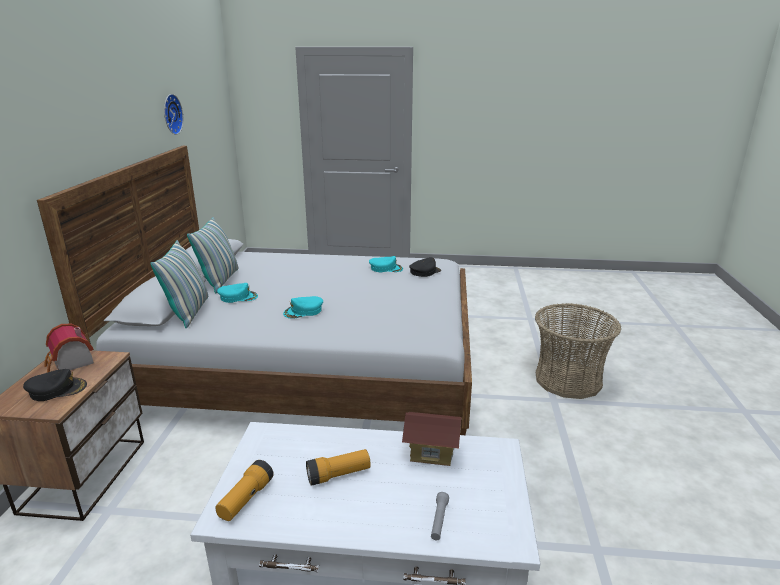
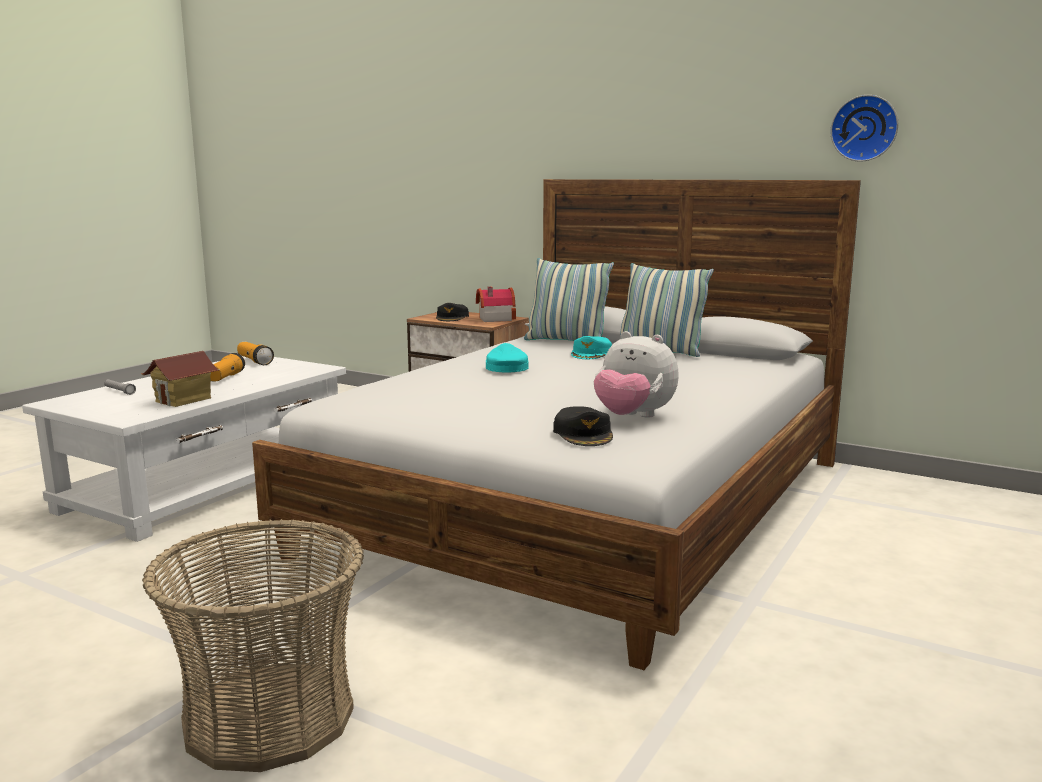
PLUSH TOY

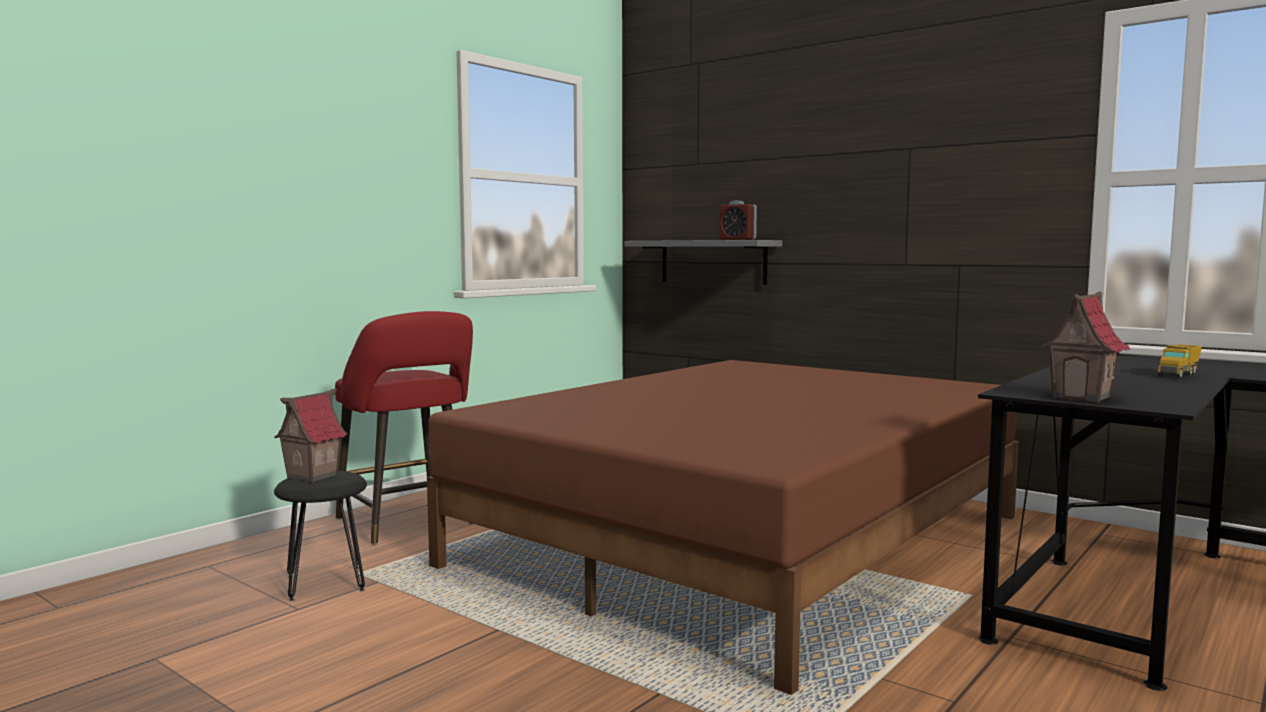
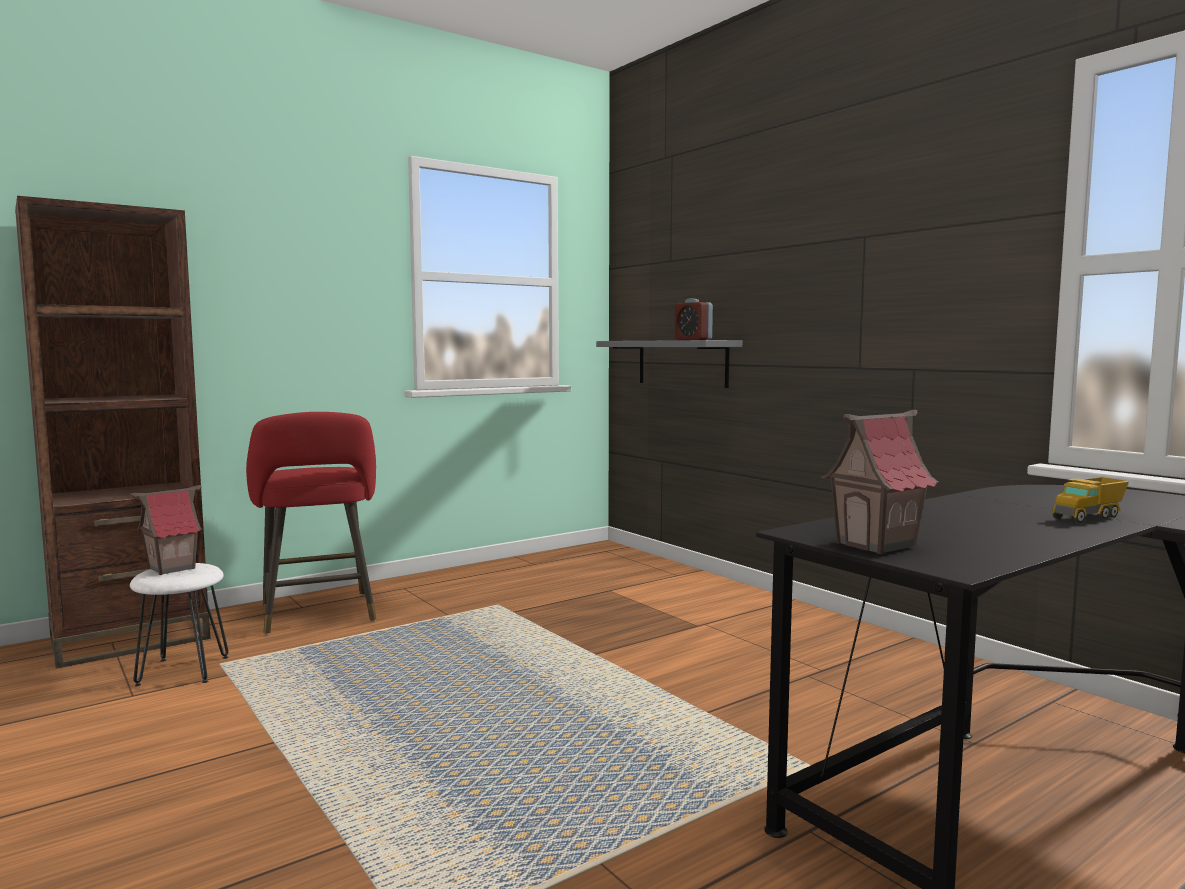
BROWN BED
BROWN BOOKCASE
WHITE STOOL

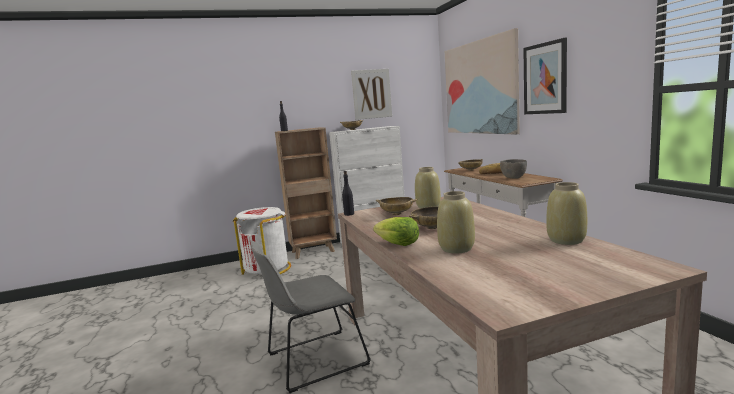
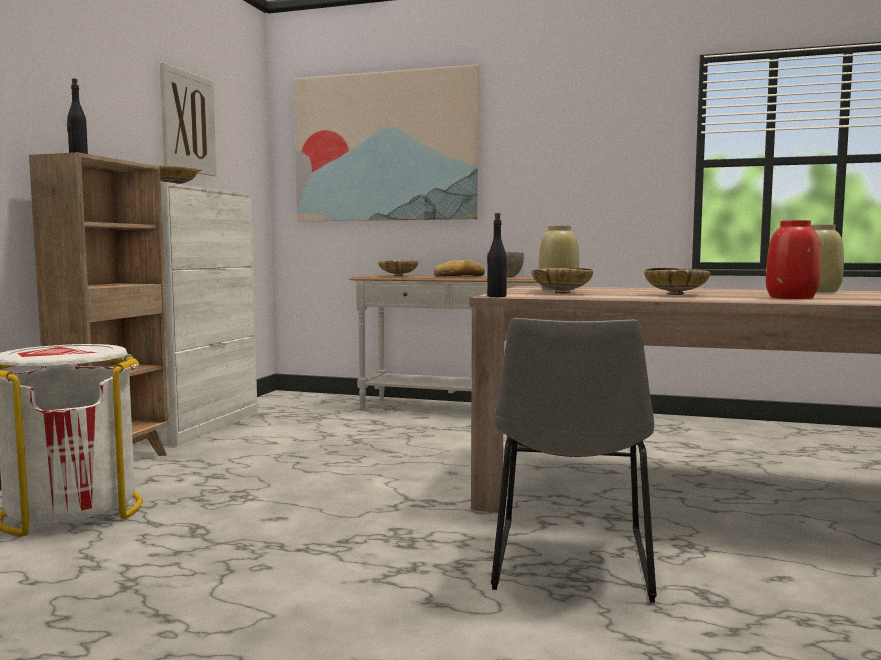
LETTUCE
PICTURE (no. 3 from left in the first image)
RED VASE

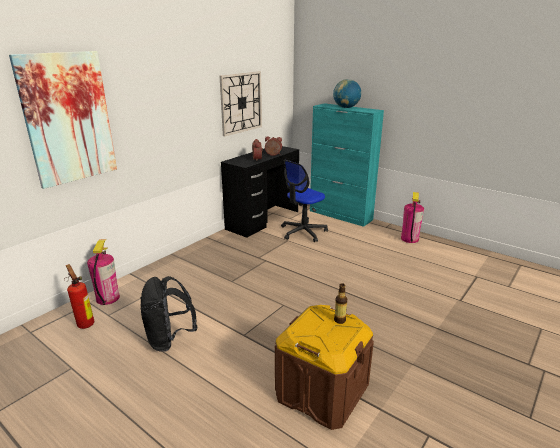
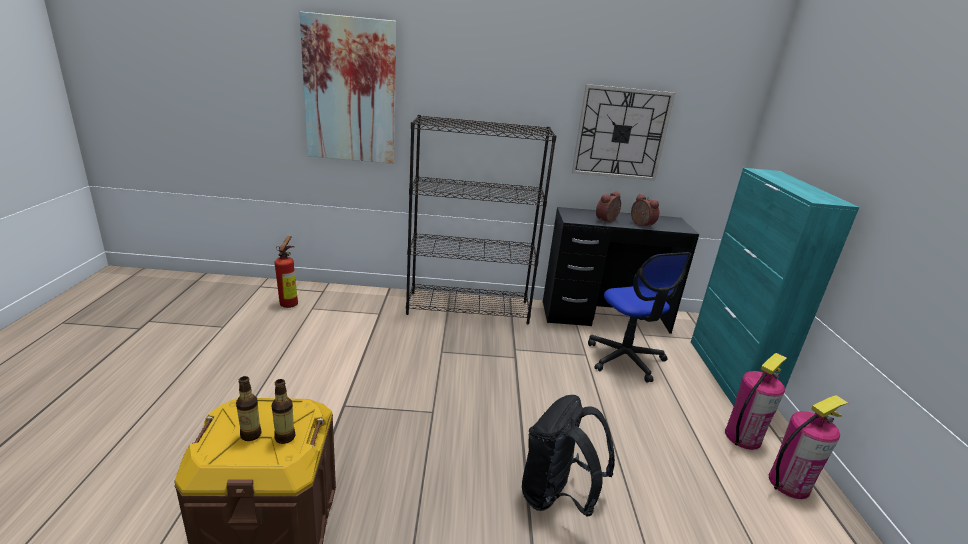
GLOBE
BOTTLE (no. 1 from left)
BLACK BOOKCASE
FIRE EXTINGUISHER (no. 2 from left)
BLACK BACKPACK
OFFICE CHAIR

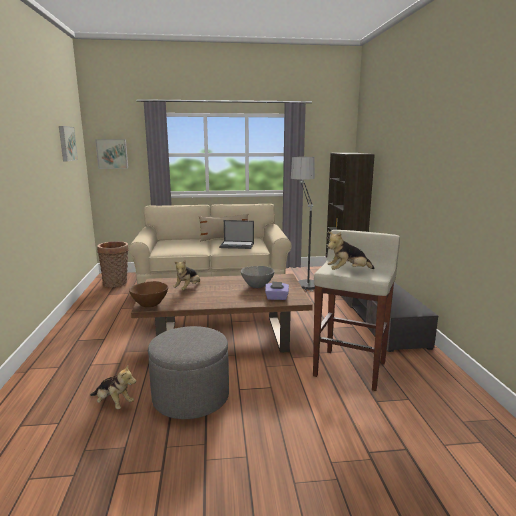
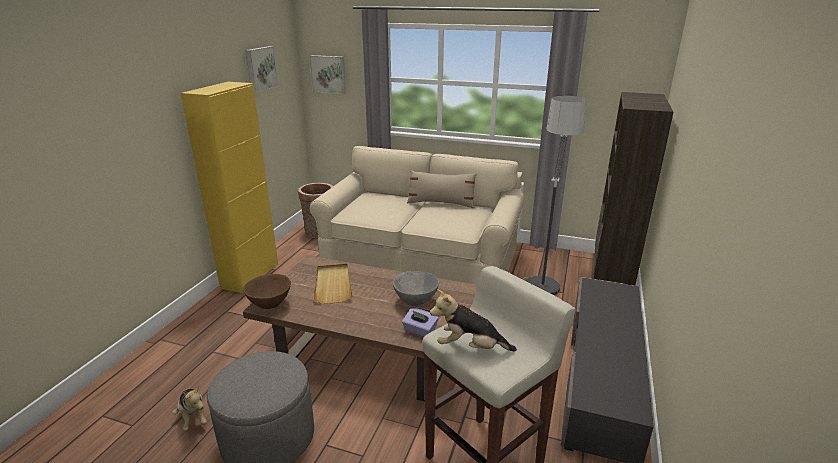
LAPTOP
YELLOW CABINET
BEIGE TRAY

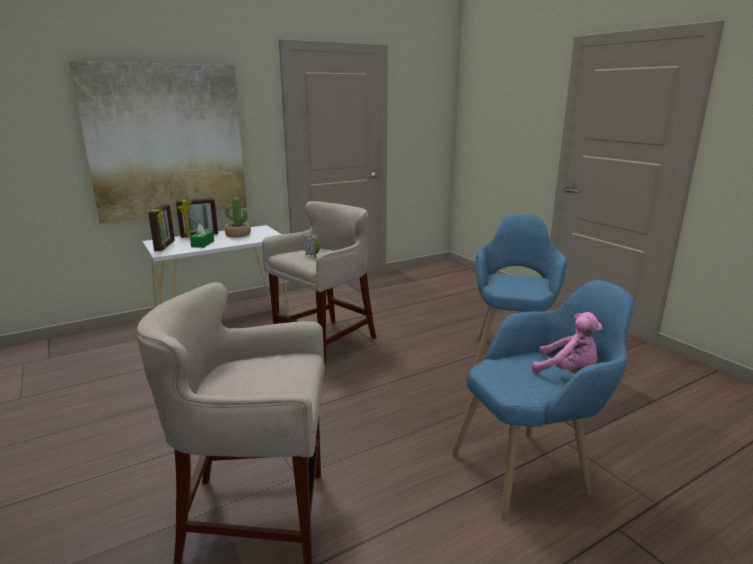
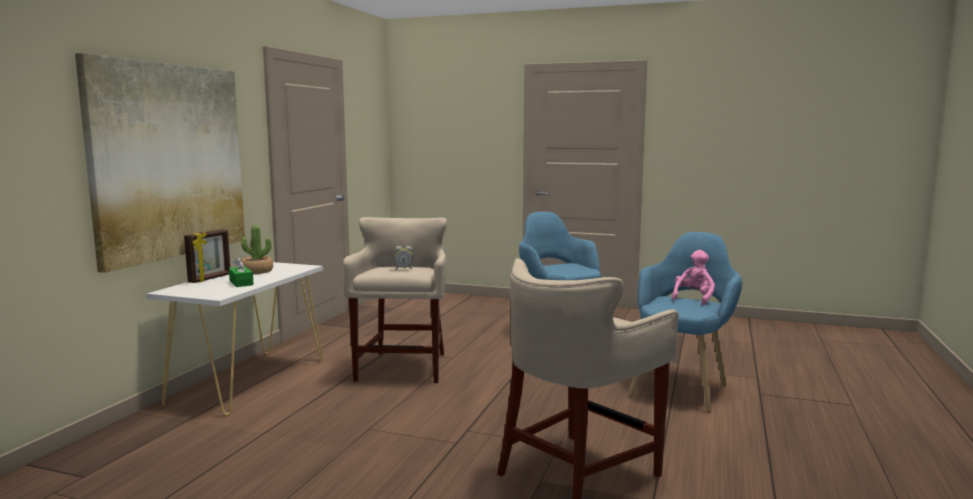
PICTURE FRAME (no. 1 from left in the first image)
PINK PLUSH TOY

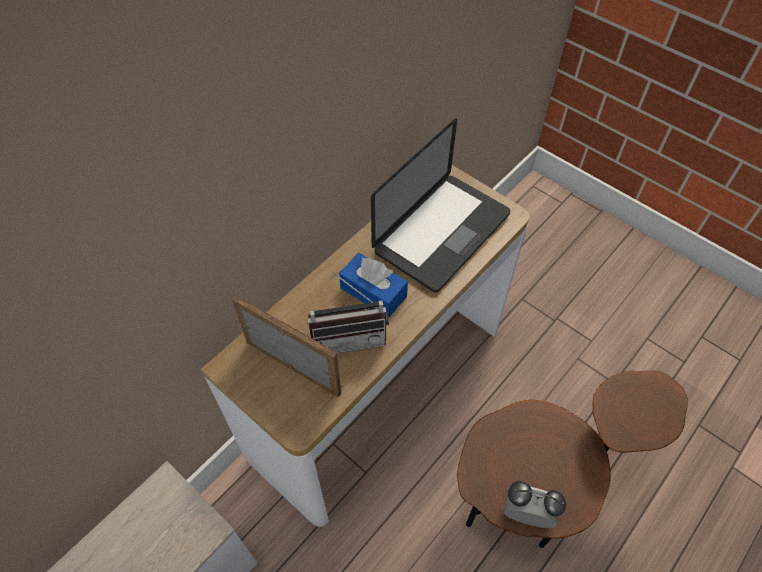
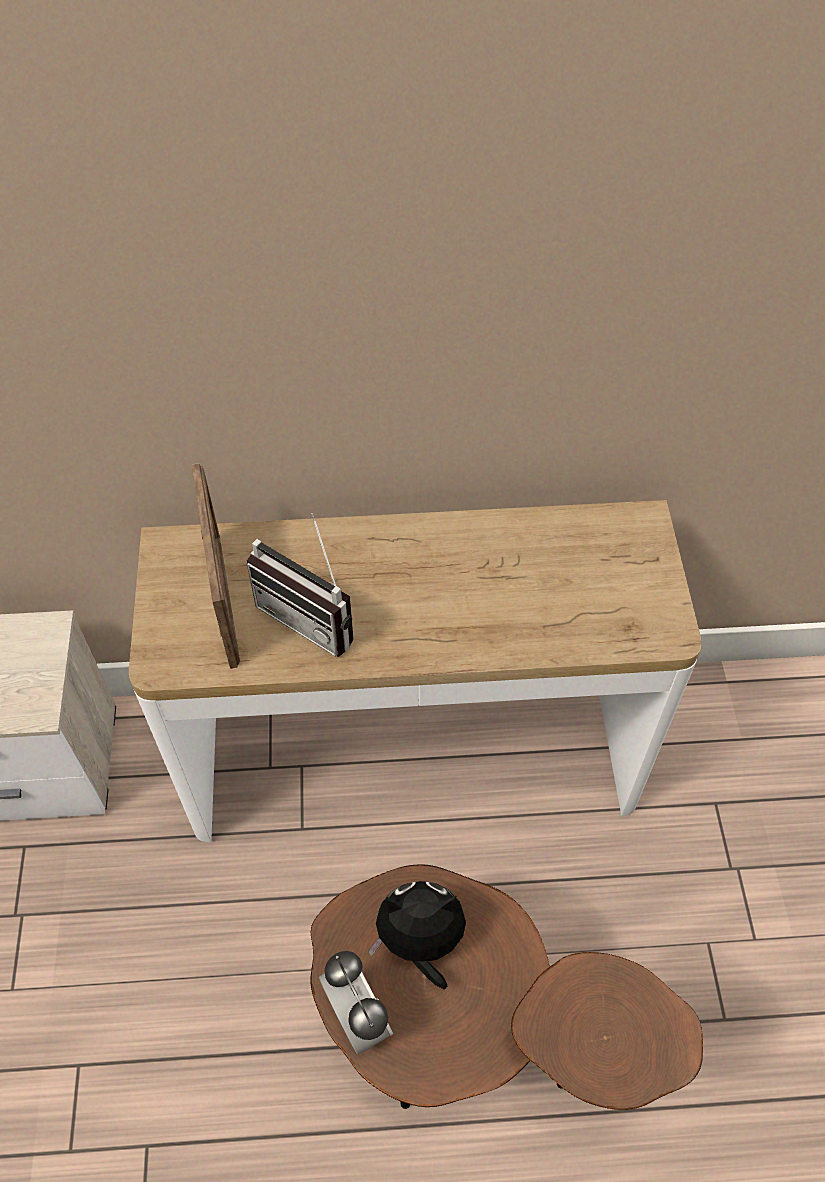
BLUE TISSUE BOX
LAPTOP
PLUSH TOY

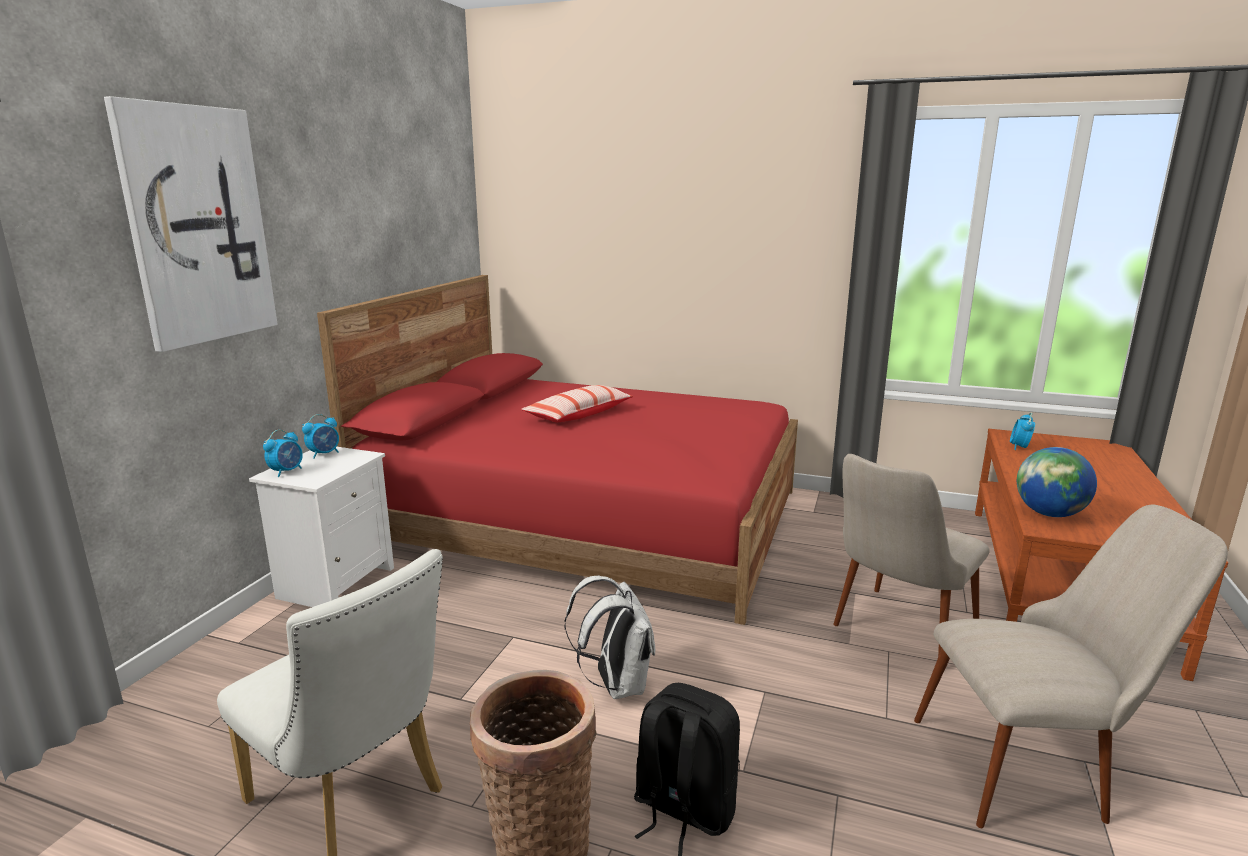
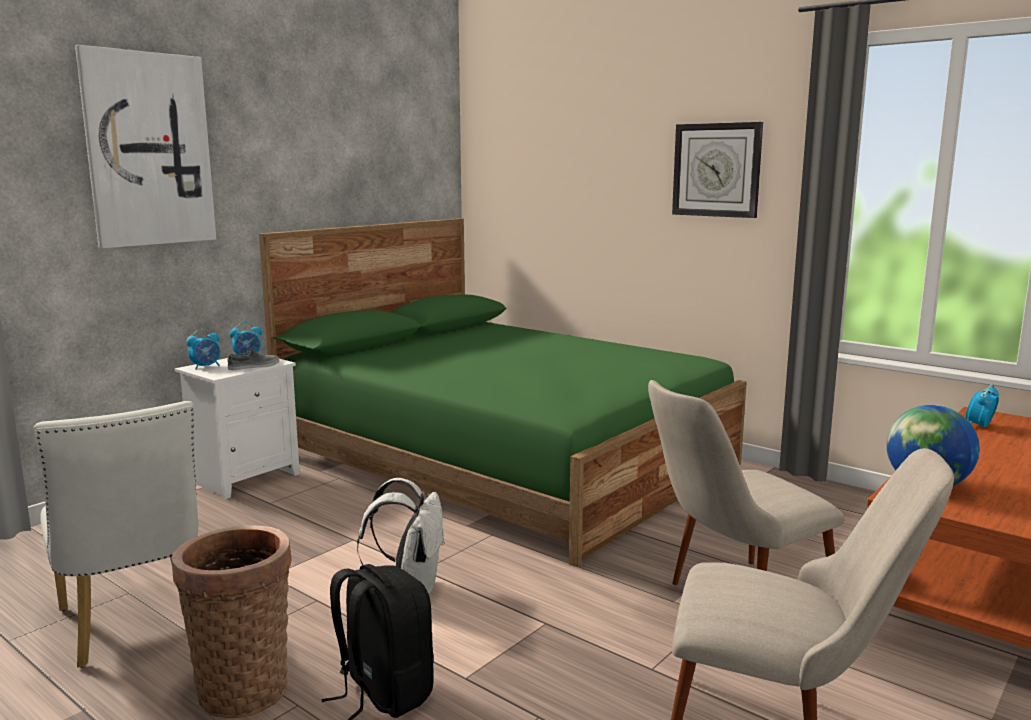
PILLOW
GREY SHOE
WALL CLOCK
GREEN BED

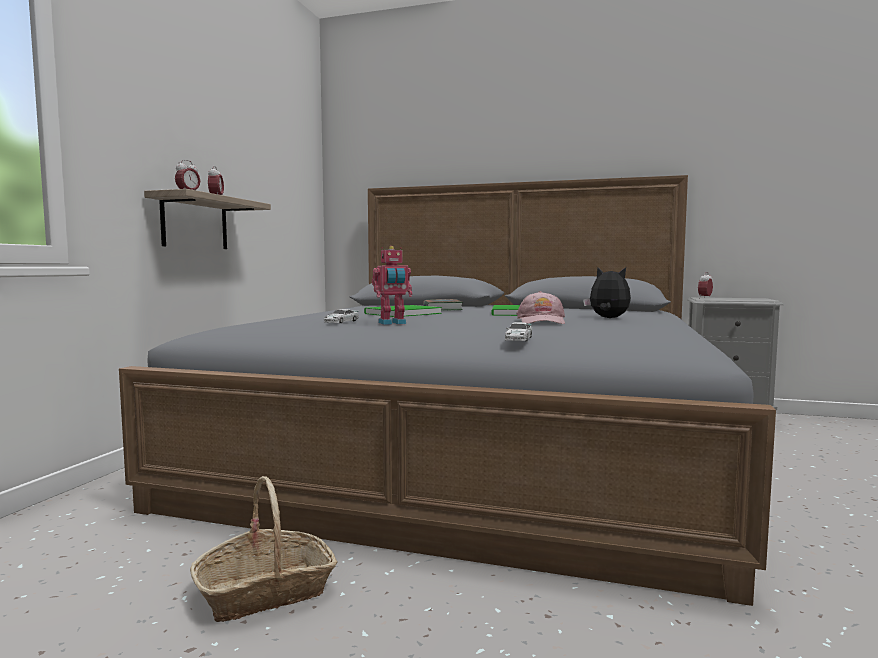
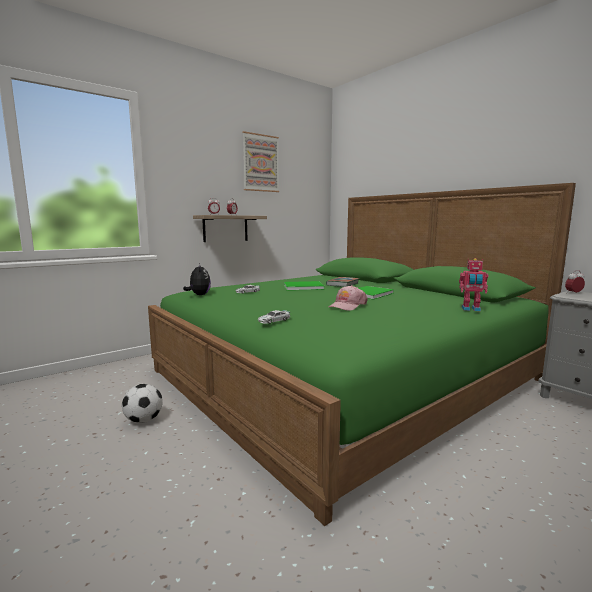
PICTURE
TOY ROBOT
PLUSH TOY
FOOTBALL
GREEN BED

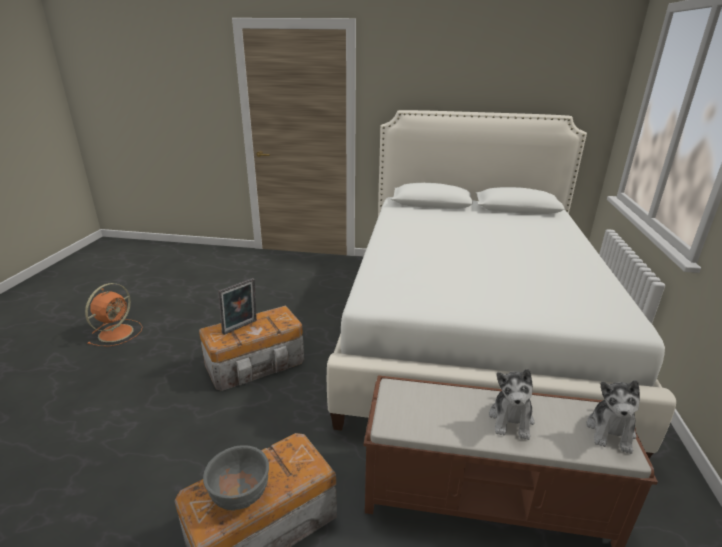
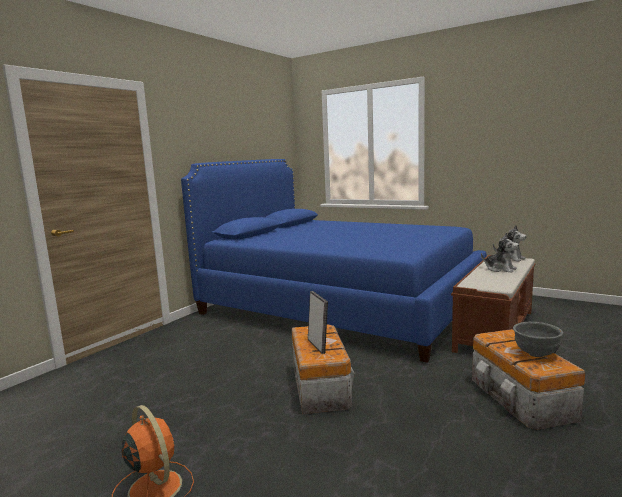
BLUE BED

